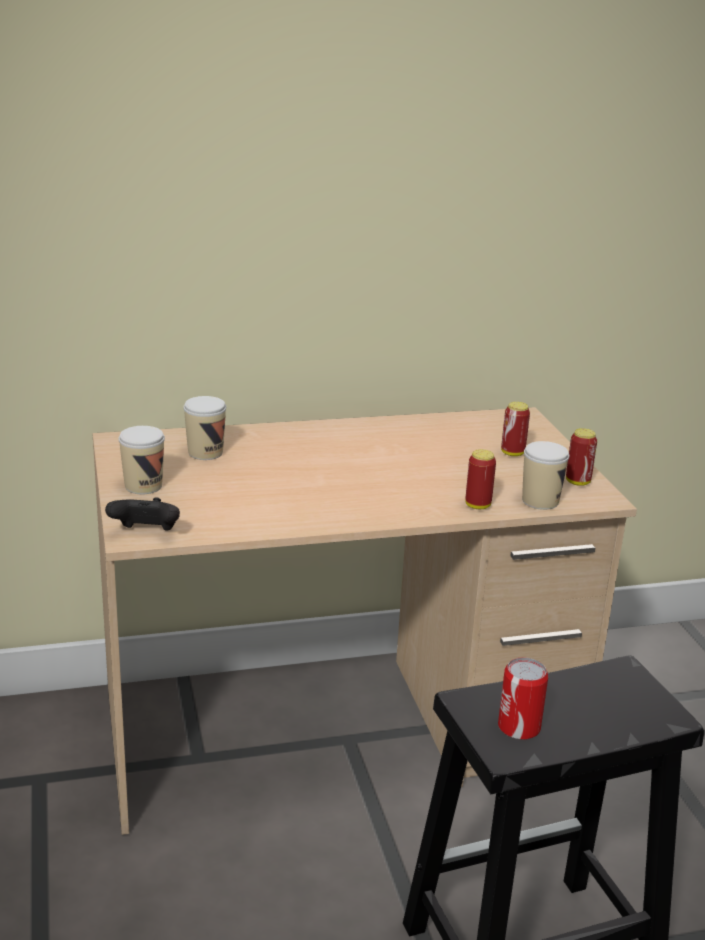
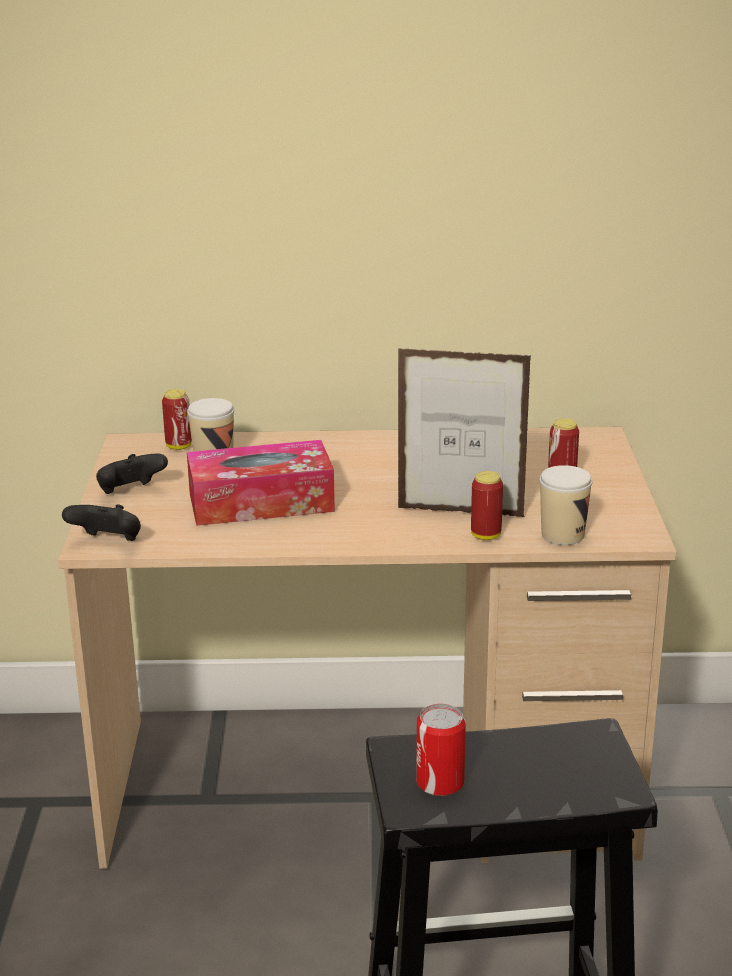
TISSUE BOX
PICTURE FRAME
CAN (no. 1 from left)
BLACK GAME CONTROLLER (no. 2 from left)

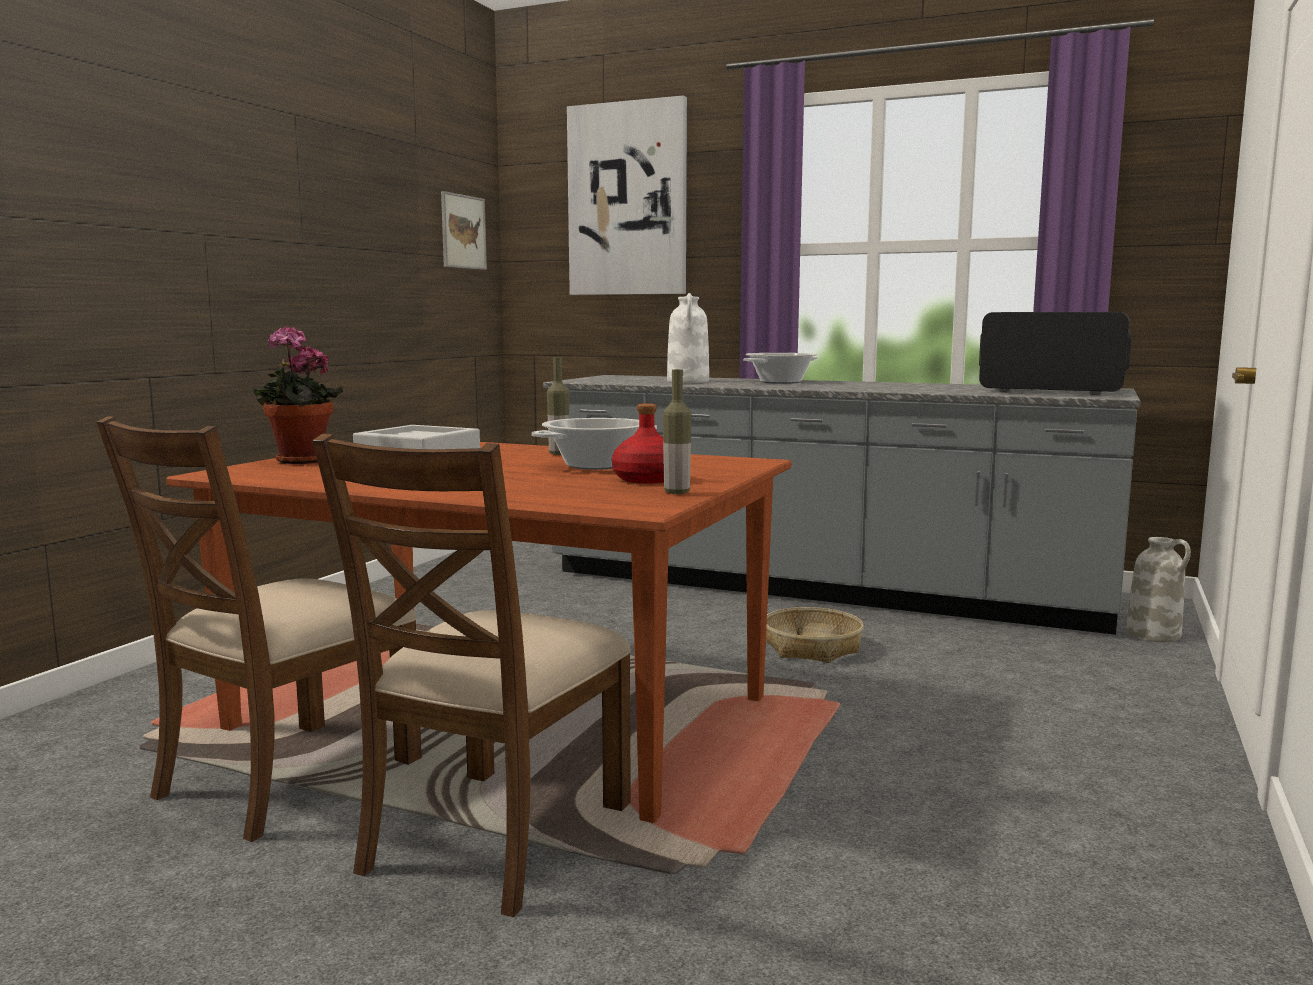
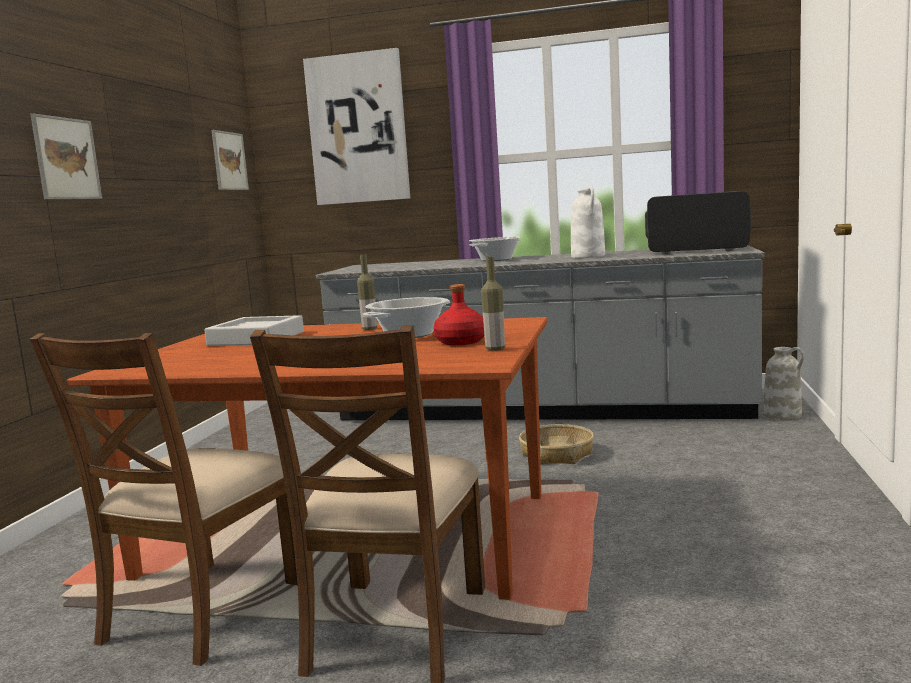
POTTED PLANT
PICTURE (no. 1 from left)
WHITE VASE (no. 1 from left)

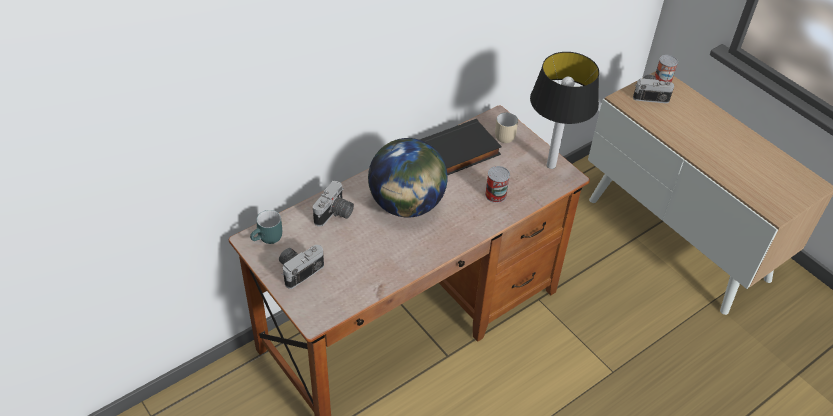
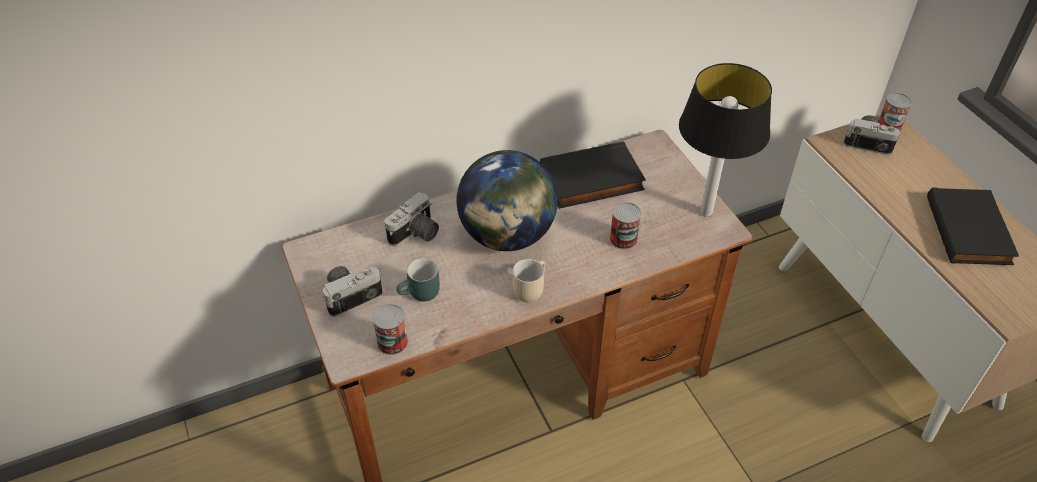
CAN (no. 1 from left)
BLACK BOOK (no. 2 from left)
TURQUOISE MUG
BEIGE MUG

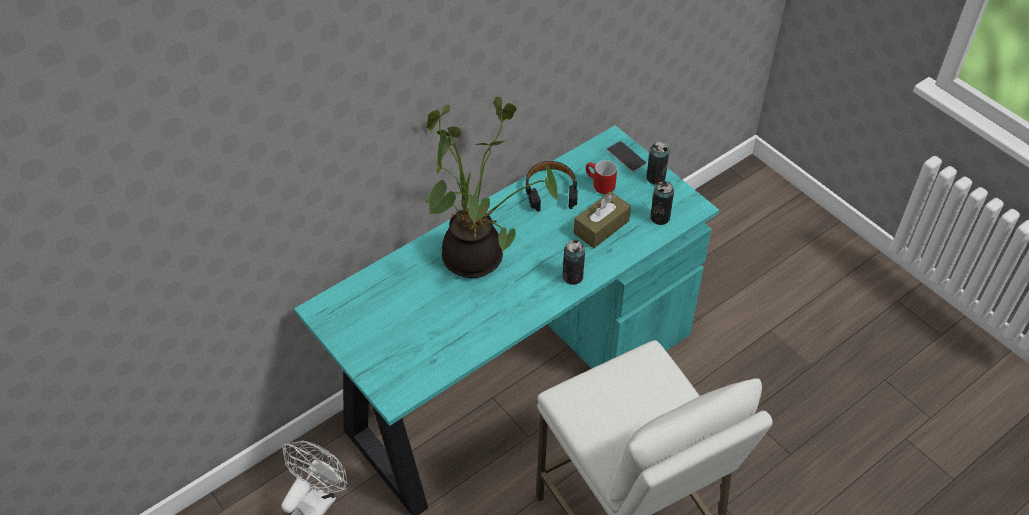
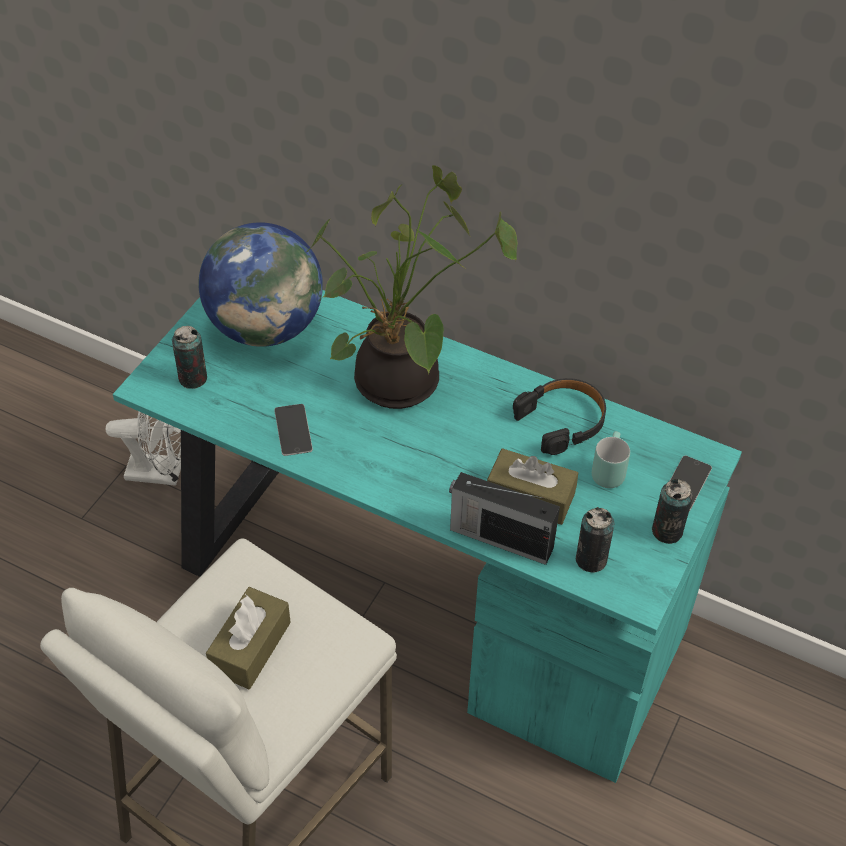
GLOBE
BROWN TISSUE BOX (no. 1 from left)
PHONE (no. 1 from left)
RADIO
CAN (no. 1 from left)
TURQUOISE MUG

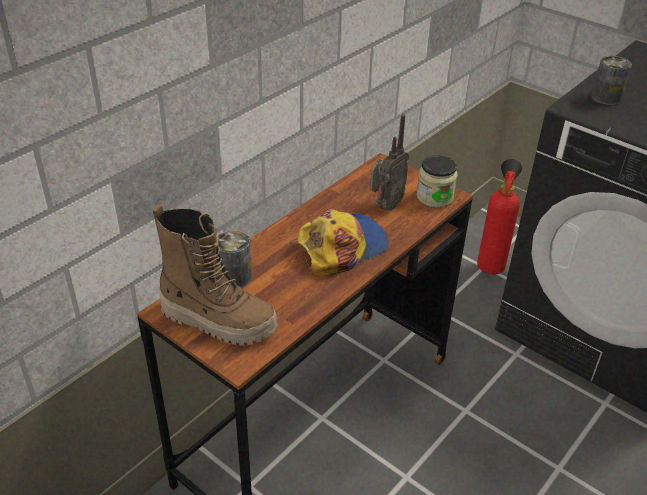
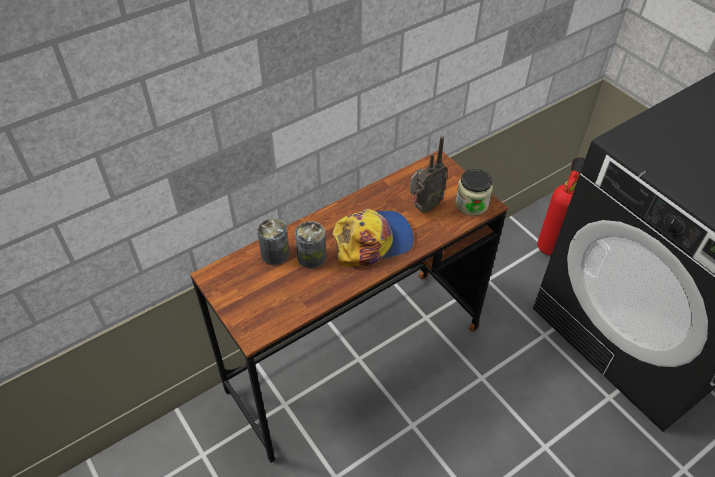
BOOT
CAN (no. 2 from left)

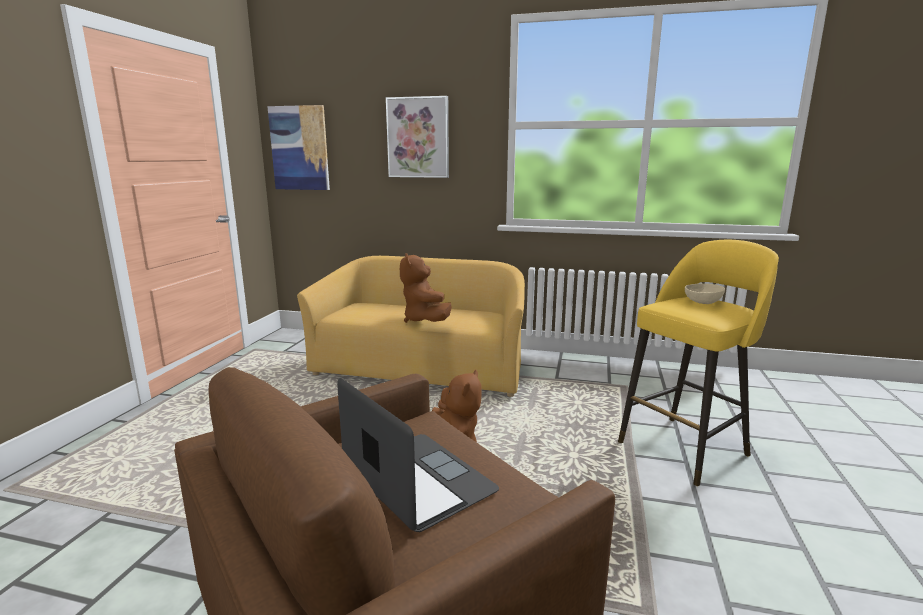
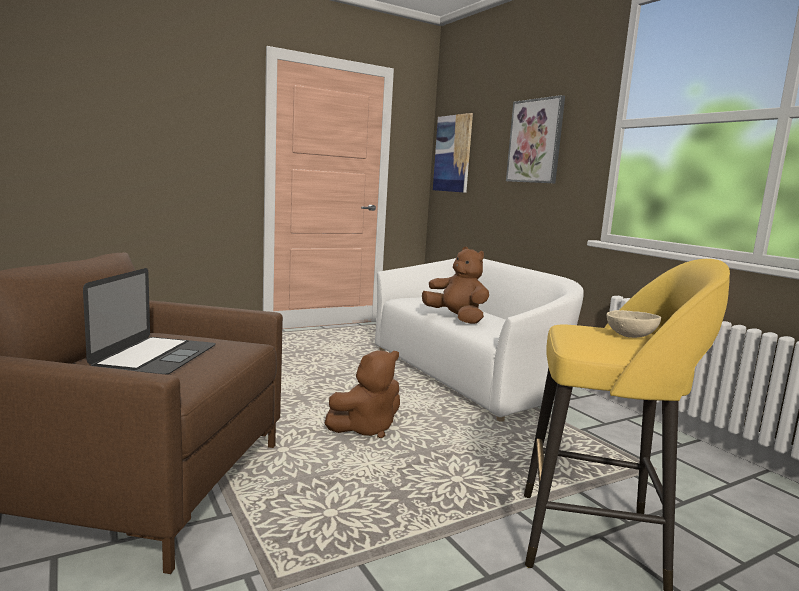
WHITE SOFA
BROWN PLUSH TOY (no. 2 from left)

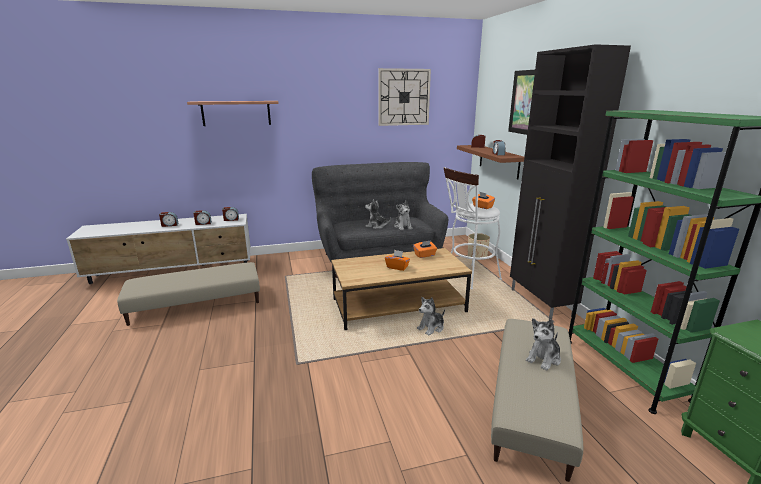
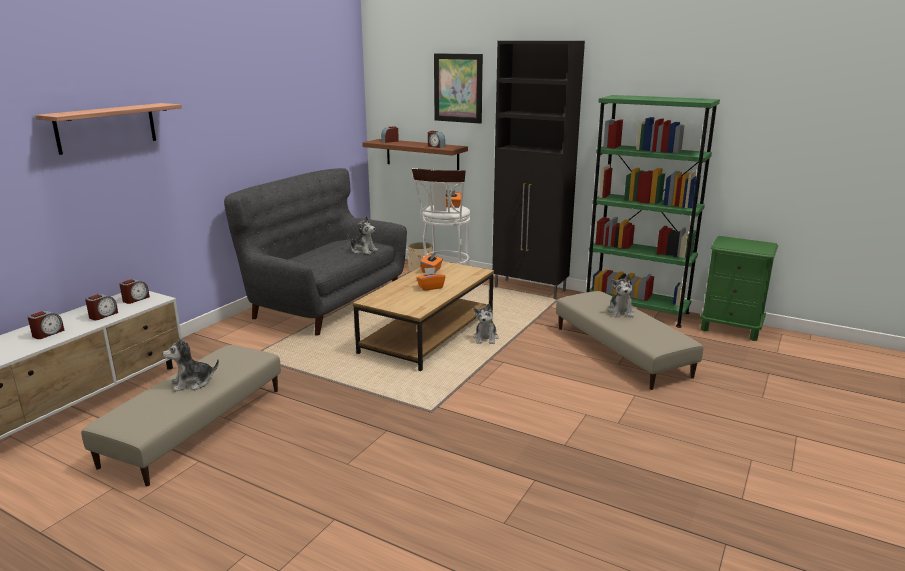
WALL CLOCK
PLUSH TOY (no. 1 from left)

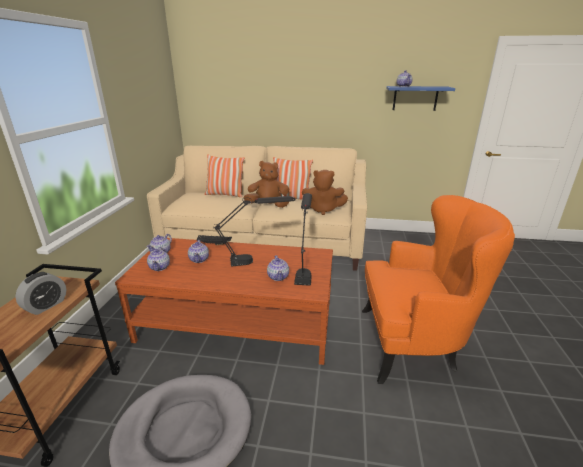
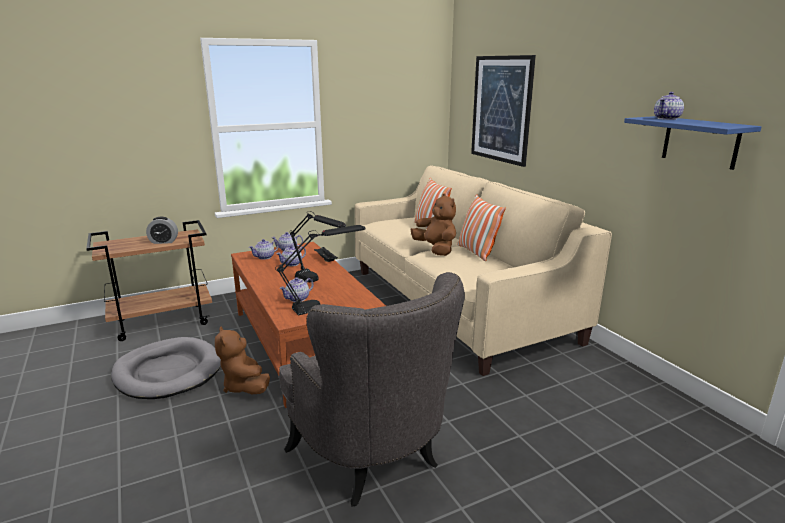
PICTURE
BROWN PLUSH TOY (no. 1 from left)
GREY ARMCHAIR

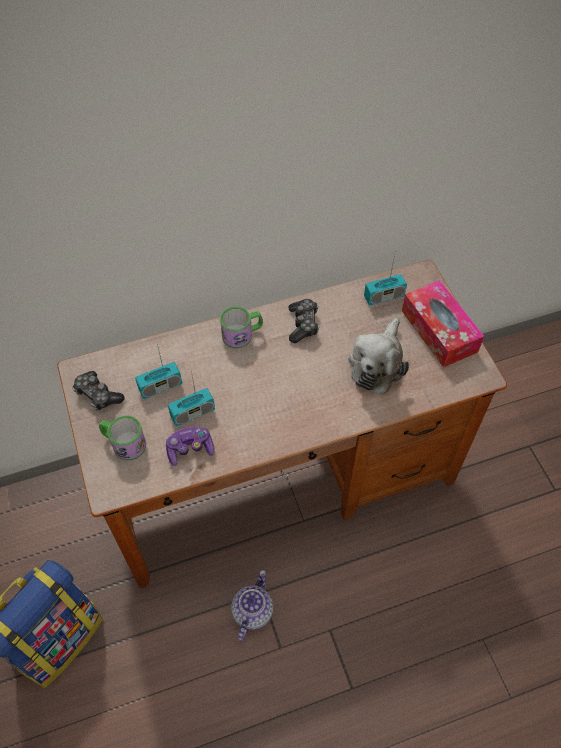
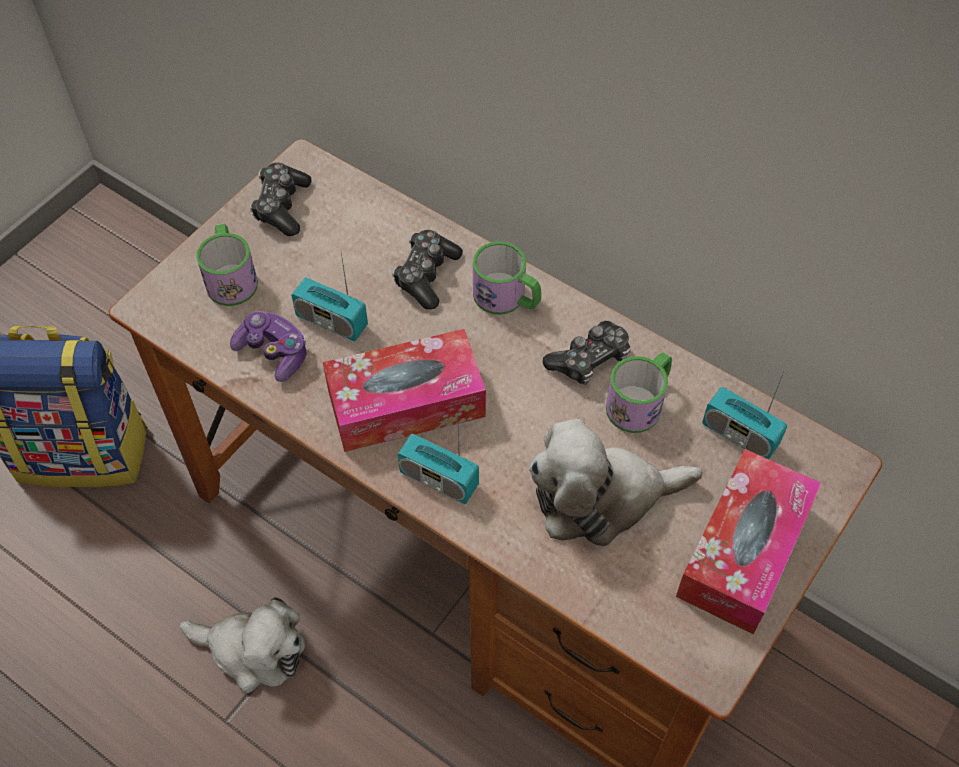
TISSUE BOX (no. 1 from left)
GAME CONTROLLER (no. 3 from left)
MUG (no. 3 from left)
RADIO (no. 2 from left)
PLUSH TOY (no. 1 from left)

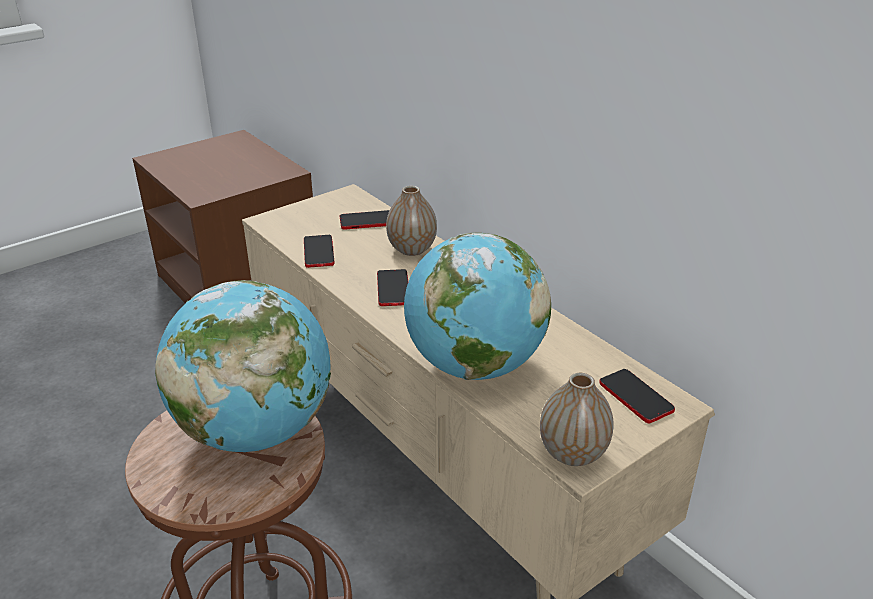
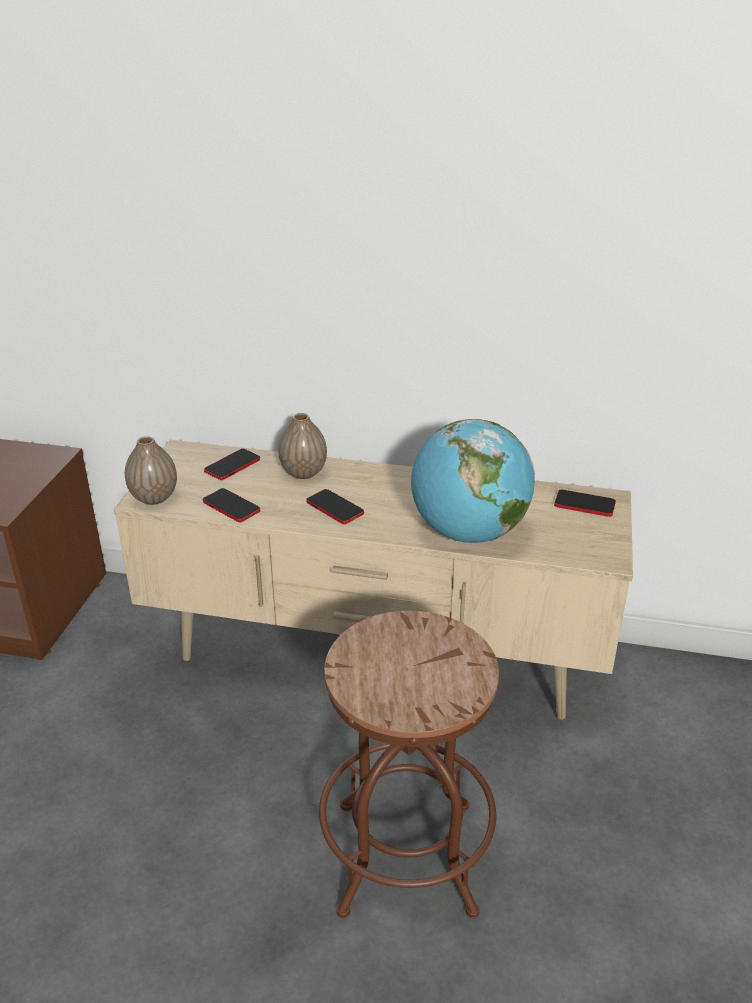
GLOBE (no. 1 from left in the first image)
VASE (no. 1 from left)

